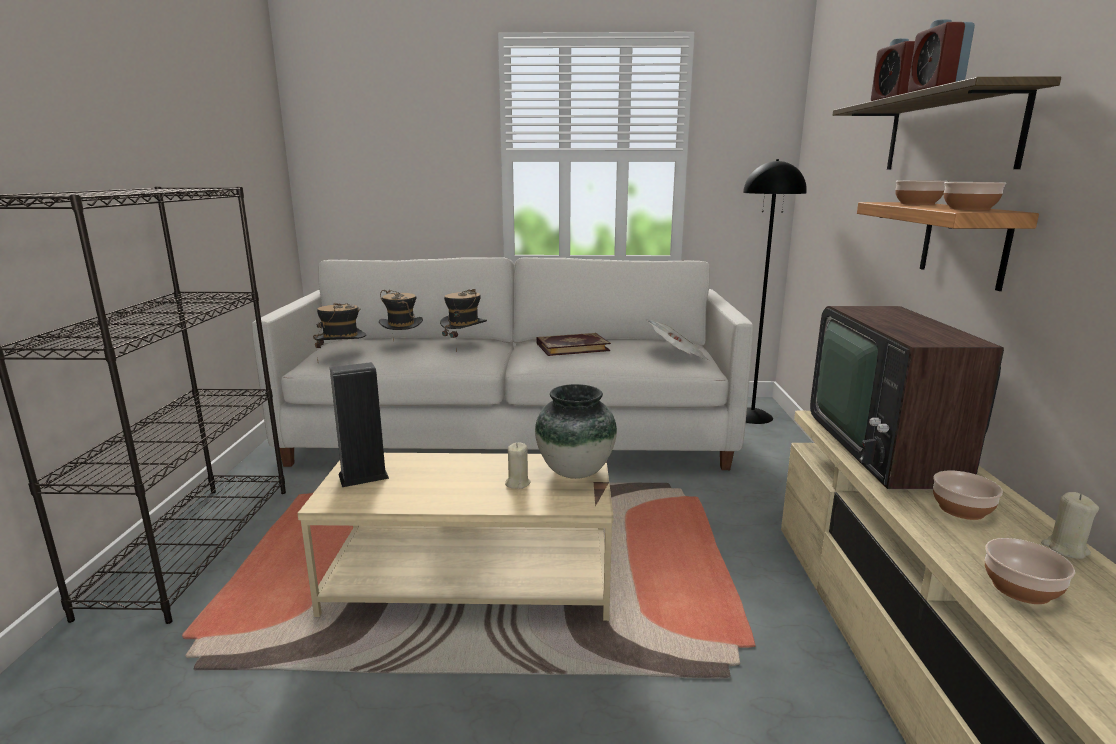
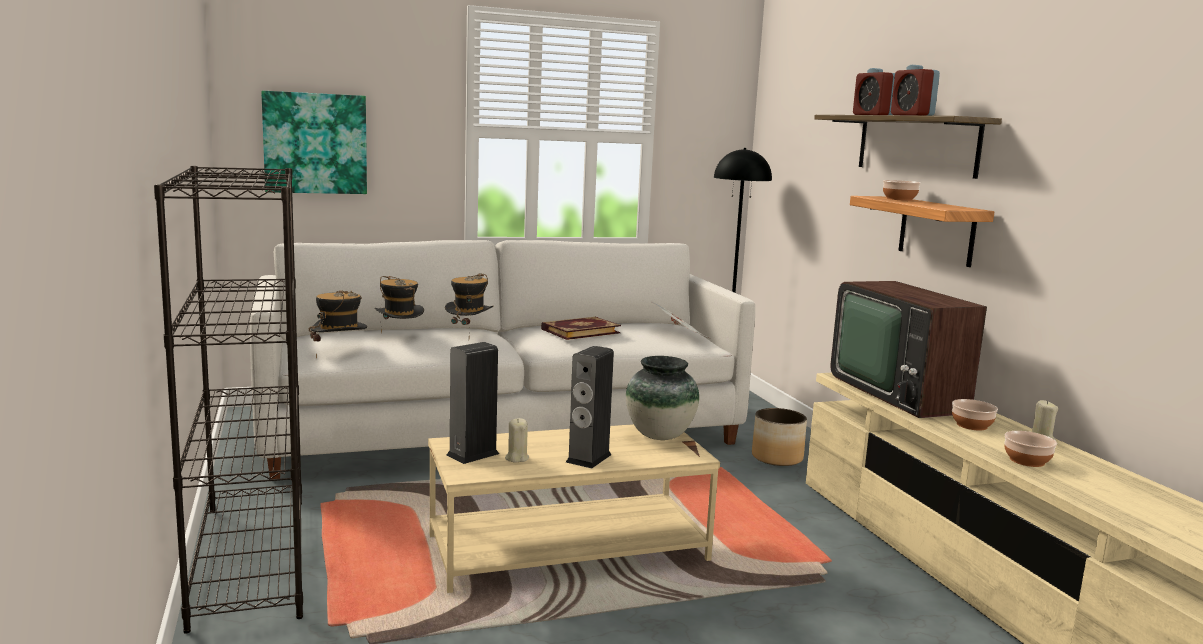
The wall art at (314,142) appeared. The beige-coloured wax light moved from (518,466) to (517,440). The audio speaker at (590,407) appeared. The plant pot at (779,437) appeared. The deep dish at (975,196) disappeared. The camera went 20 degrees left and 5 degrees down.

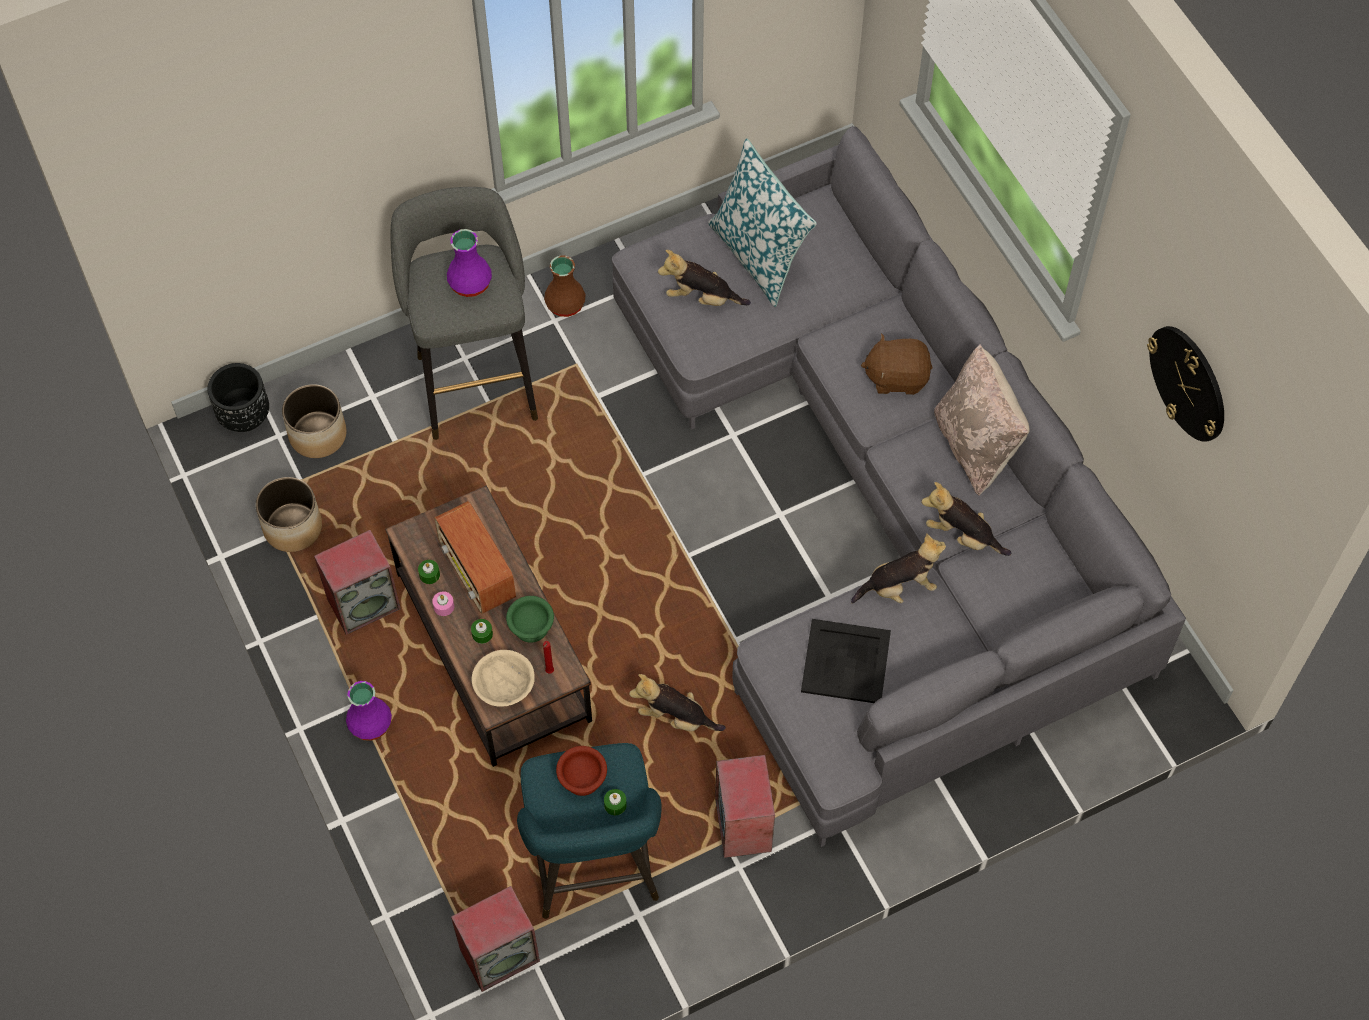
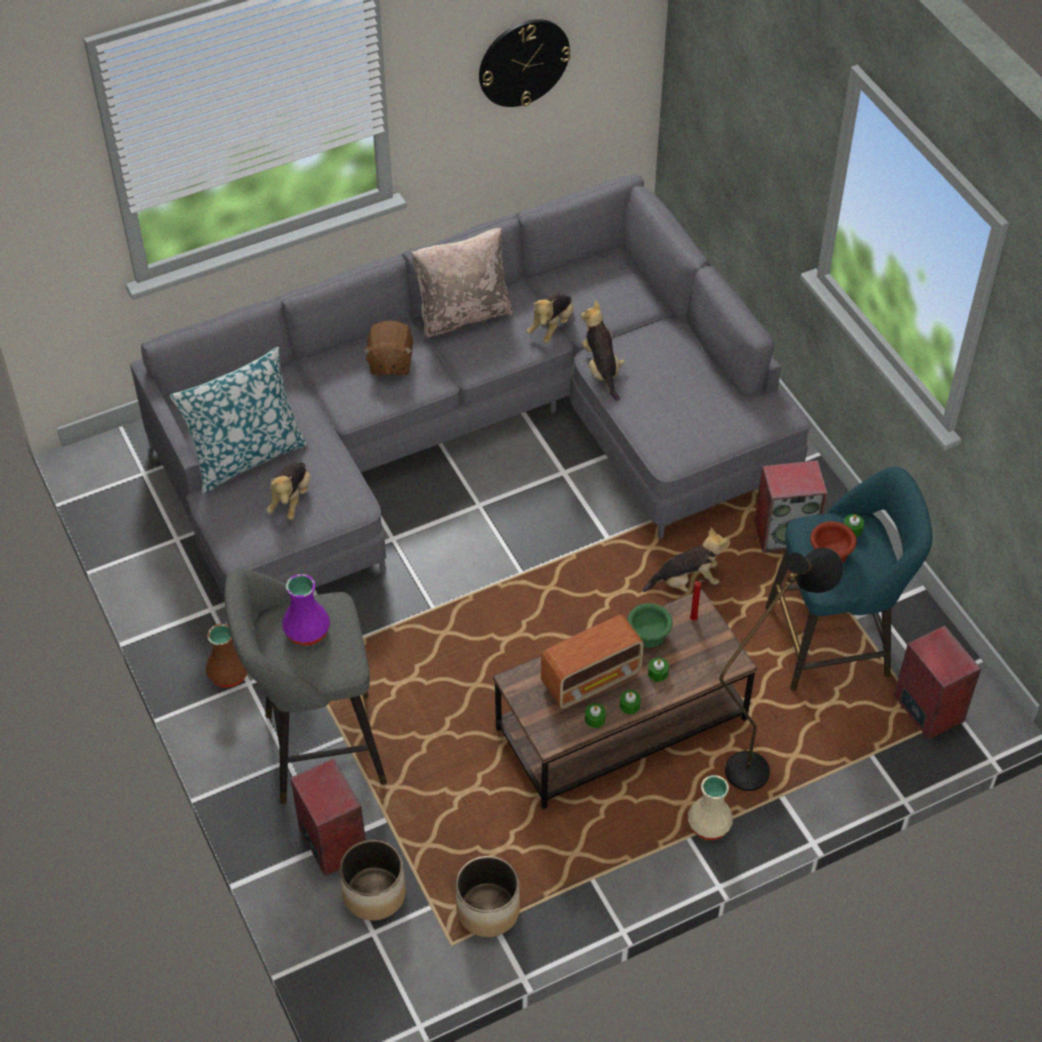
The audio speaker moved from (357,582) to (328,817). The pinkish wax light at (443,603) became the green-coloured wax light at (630,702). The plush toy at (677,703) turned 120 degrees counterclockwise. The purplish flower vase at (369,711) became the beige-coloured flower vase at (710,807). The blackish floor lamp at (781,669) appeared. The blackish plant pot at (238,397) disappeared. The beige-coloured deep dish at (503,678) disappeared. The blackish tray at (846,661) disappeared. The camera went 90 degrees left and 10 degrees down.

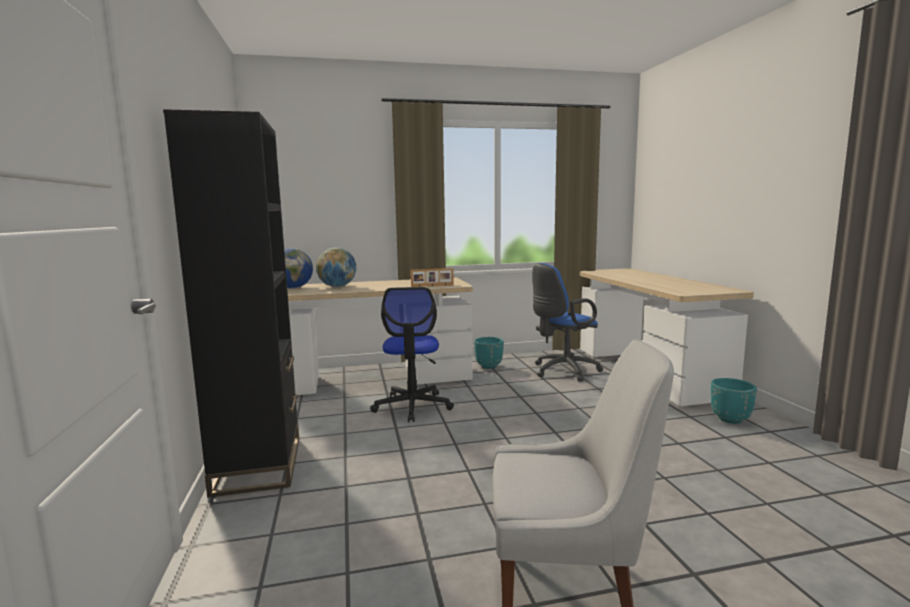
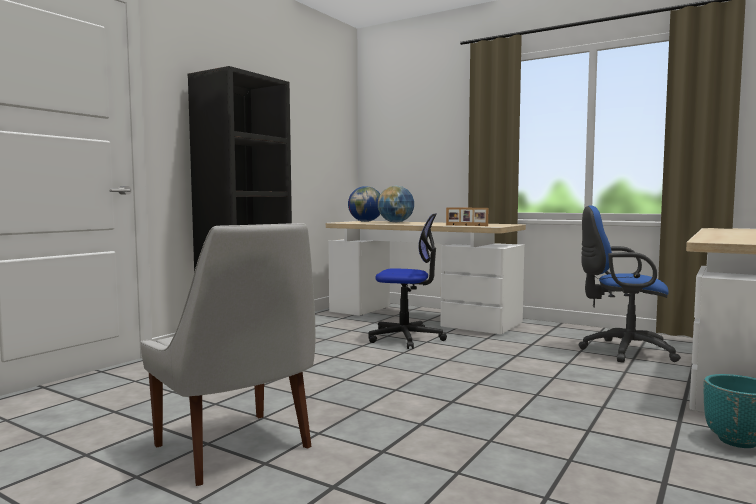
The computer chair at (412,354) turned 120 degrees counterclockwise. The turquoise-coloured plant pot at (489,353) disappeared. The camera went 45 degrees right and 5 degrees down.

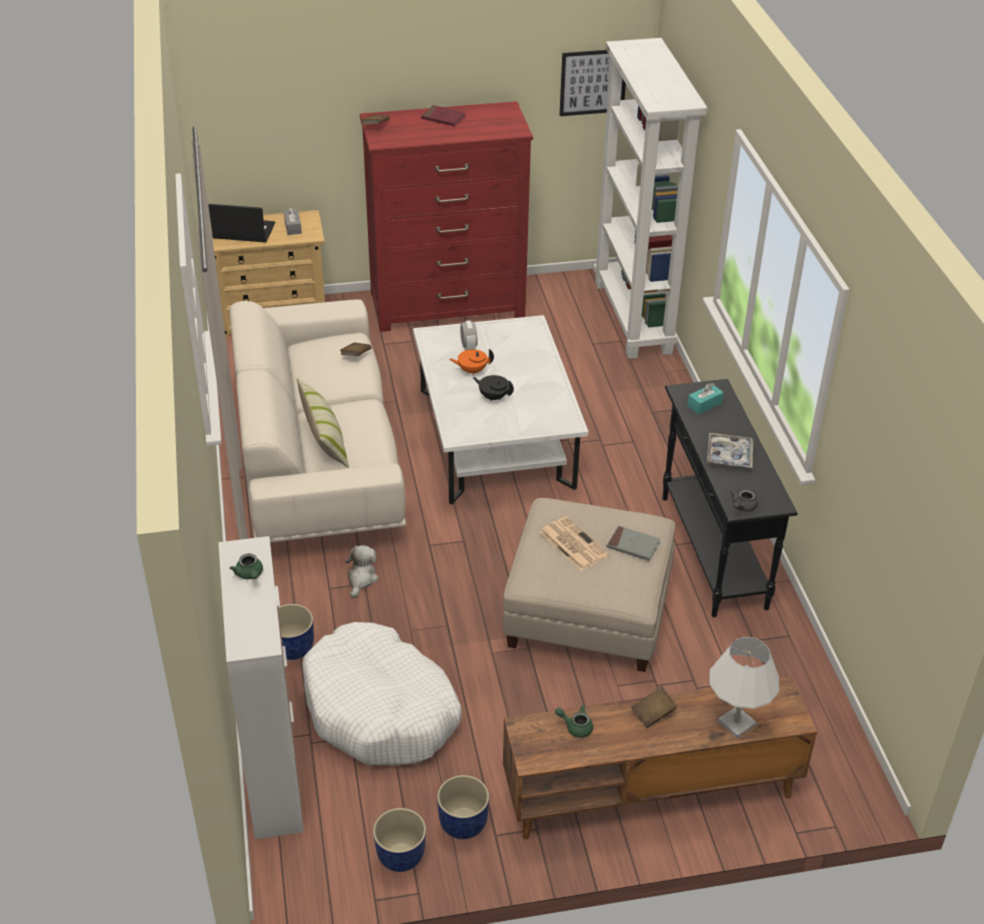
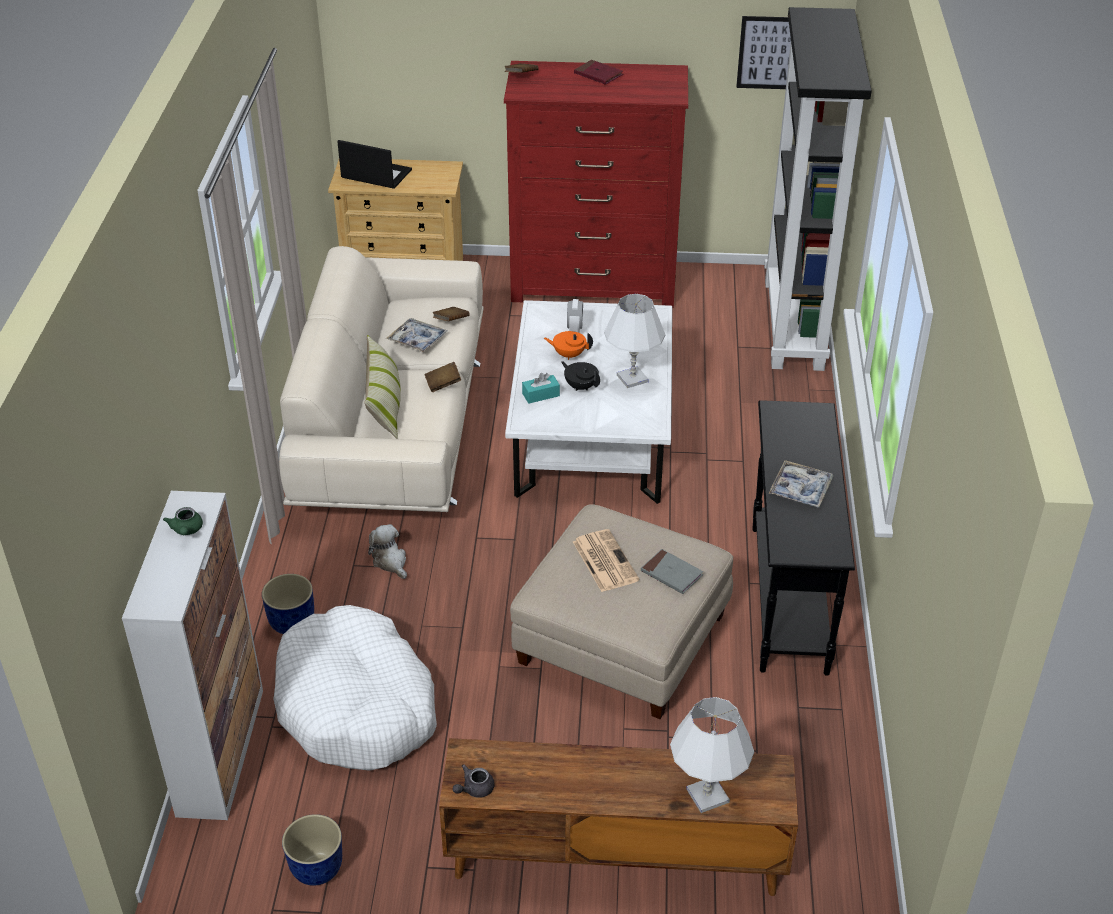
The plush toy at (361,571) turned 60 degrees counterclockwise. The tray at (416,335) appeared. The brown-coloured volume moved from (654,707) to (442,377). The grey tea pot moved from (744,501) to (474,781). The turquoise-coloured tissue holder moved from (705,398) to (541,388). The white table lamp at (634,341) appeared. The white shelving unit at (650,198) became the blackish shelving unit at (818,189). The grey tissue holder at (293,221) disappeared. The blue plant pot at (463,807) disappeared. The green-coloured tea pot at (574,721) disappeared. The camera went 15 degrees right and 0 degrees up.

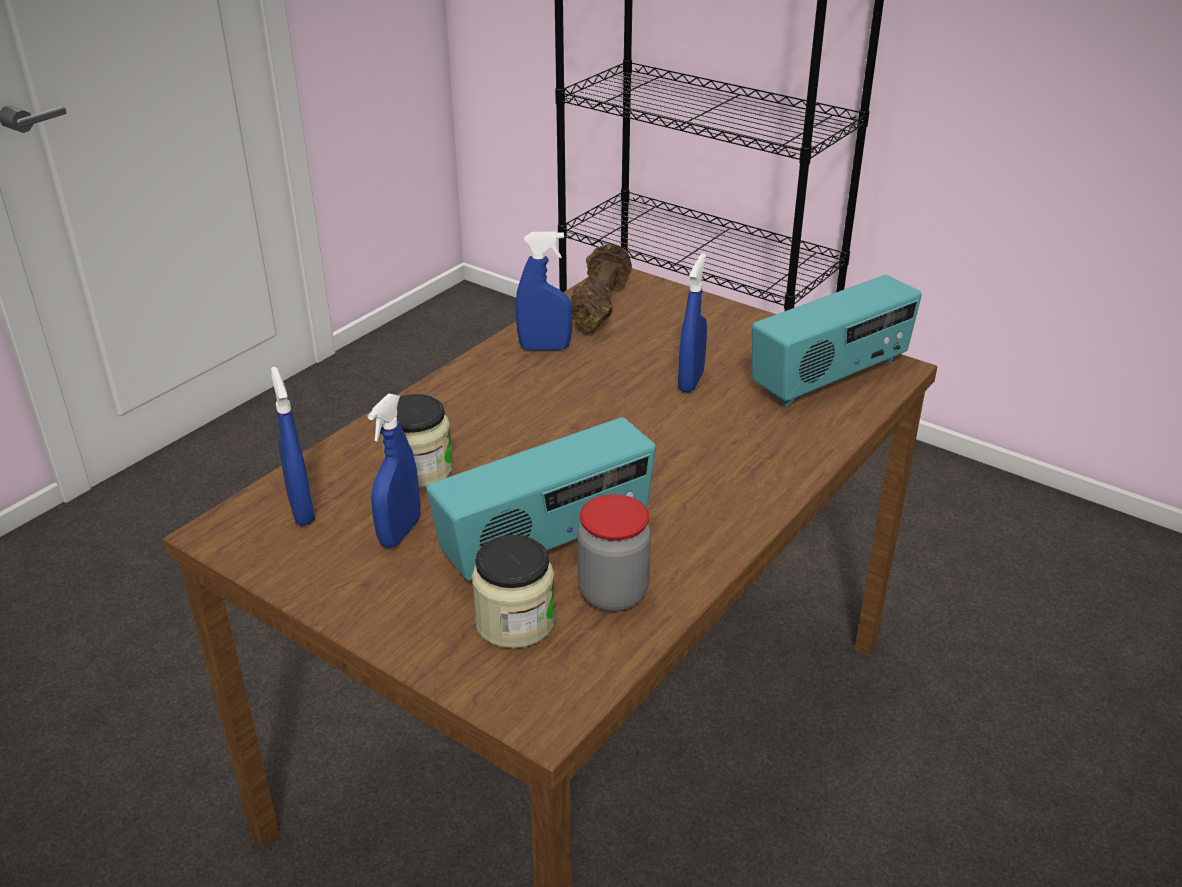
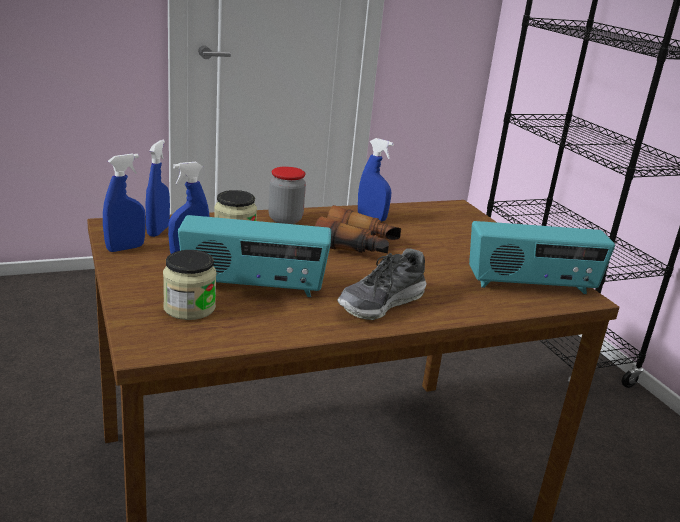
The blue sprayer moved from (692,323) to (124,202). The jar moved from (614,552) to (287,195). The pair of binoculars at (358,229) appeared. The shoe at (382,284) appeared. The brown-coloured free weight at (601,288) disappeared. The camera went 30 degrees right and 10 degrees down.

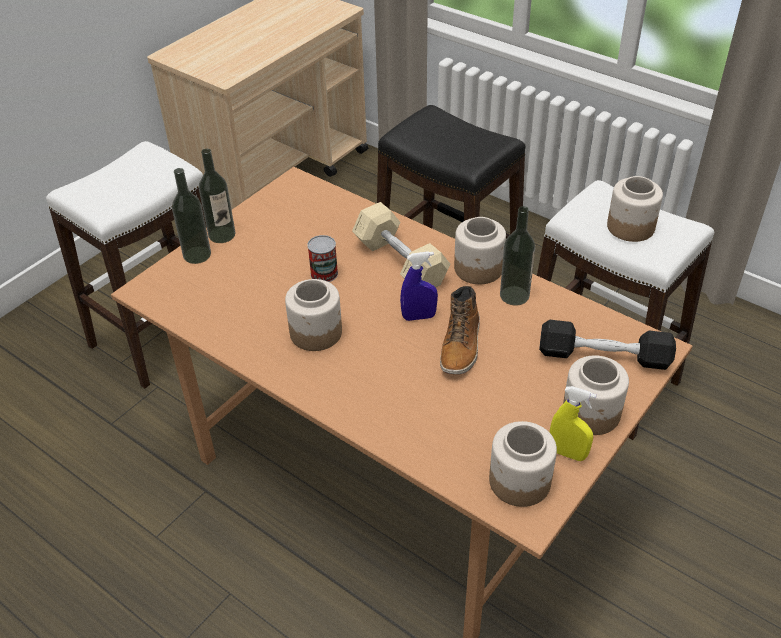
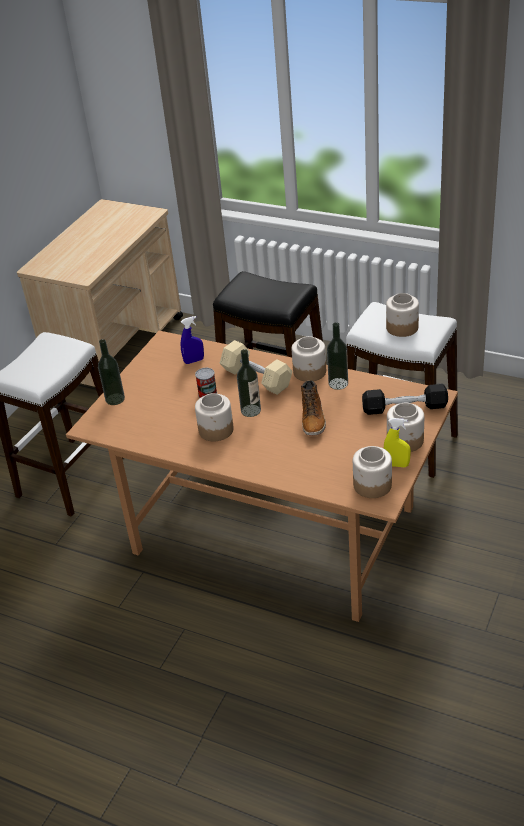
The blue sprayer moved from (419,286) to (192,340). The beverage bottle moved from (217,196) to (249,383). The camera went 10 degrees left and 5 degrees down.

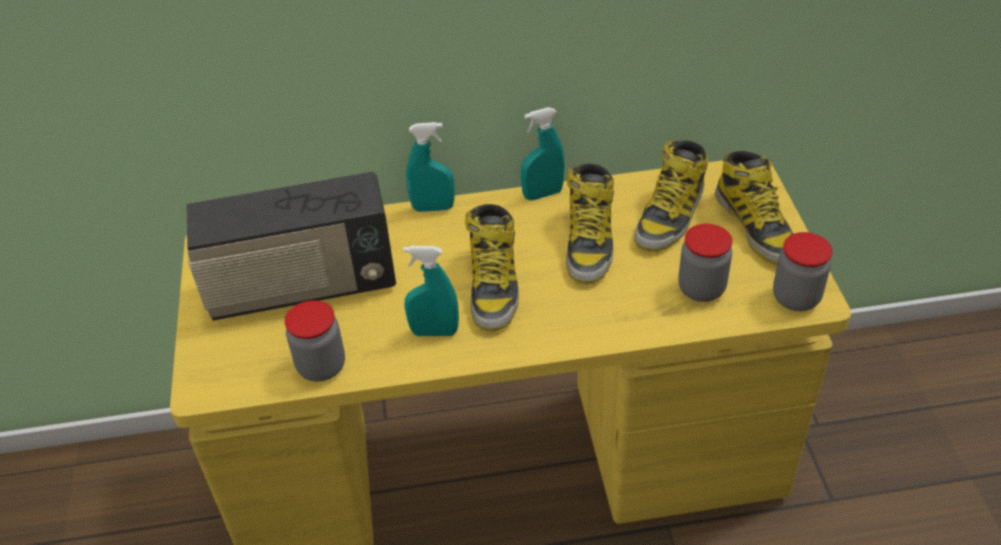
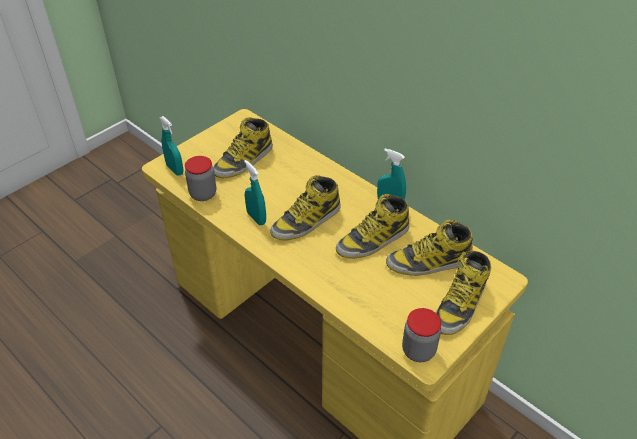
The turquoise-coloured sprayer moved from (430,167) to (171,145). The radio at (291,246) was replaced by the high-top boot at (243,147). The jar at (705,263) disappeared. The camera went 50 degrees right and 0 degrees up.

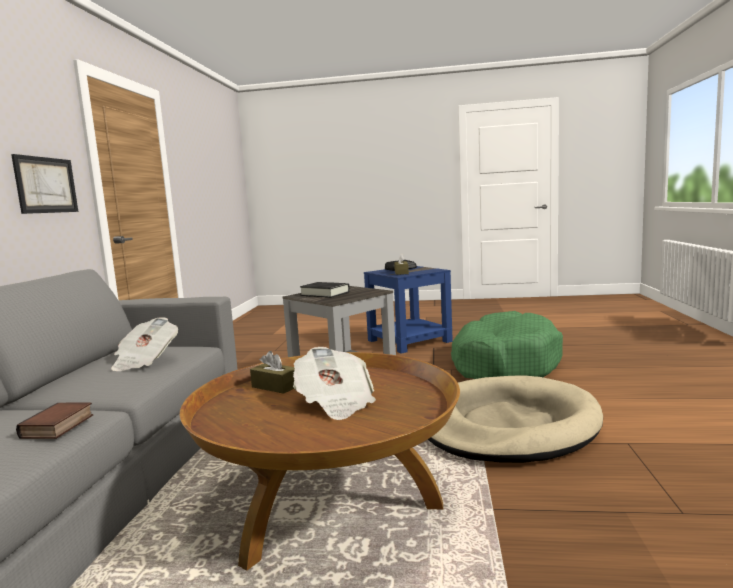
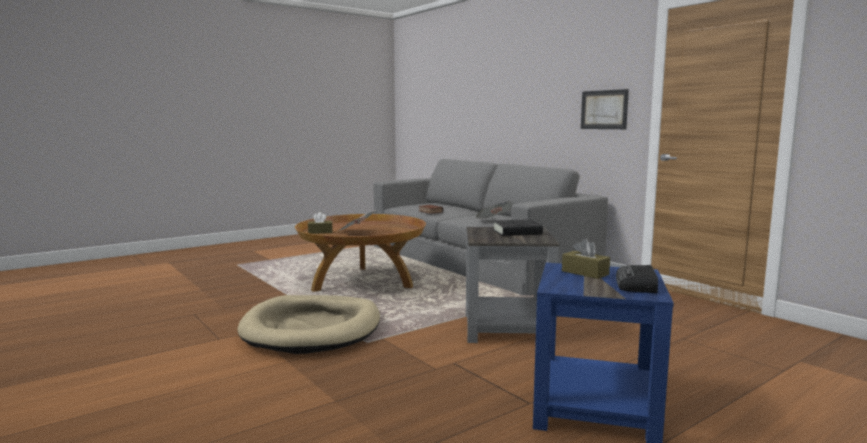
The brown-coloured tissue holder moved from (272,372) to (320,223). The green-coloured pet bed at (507,345) disappeared. The camera went 135 degrees right and 0 degrees up.

